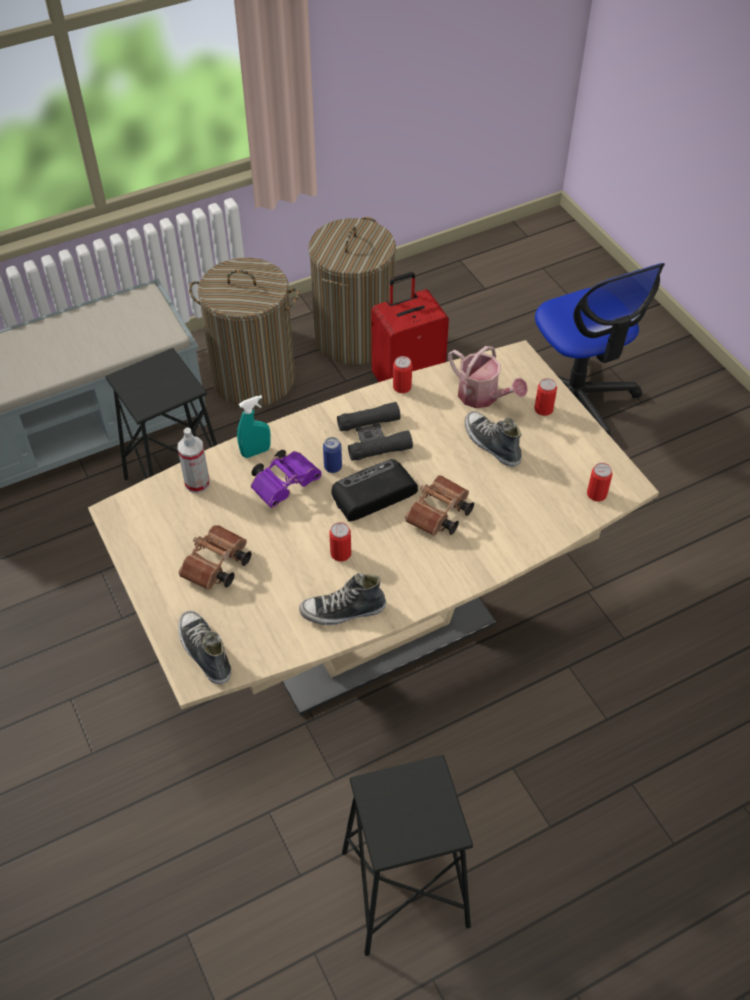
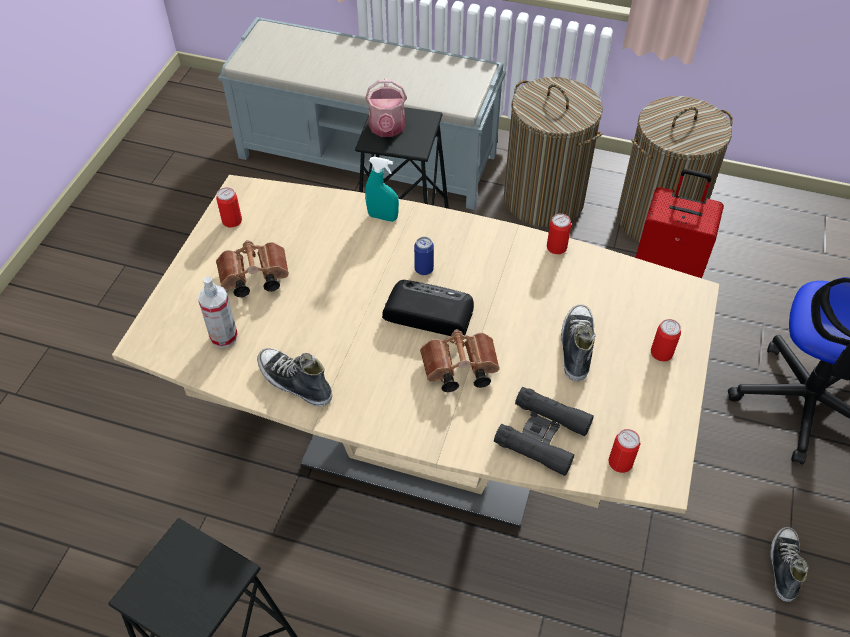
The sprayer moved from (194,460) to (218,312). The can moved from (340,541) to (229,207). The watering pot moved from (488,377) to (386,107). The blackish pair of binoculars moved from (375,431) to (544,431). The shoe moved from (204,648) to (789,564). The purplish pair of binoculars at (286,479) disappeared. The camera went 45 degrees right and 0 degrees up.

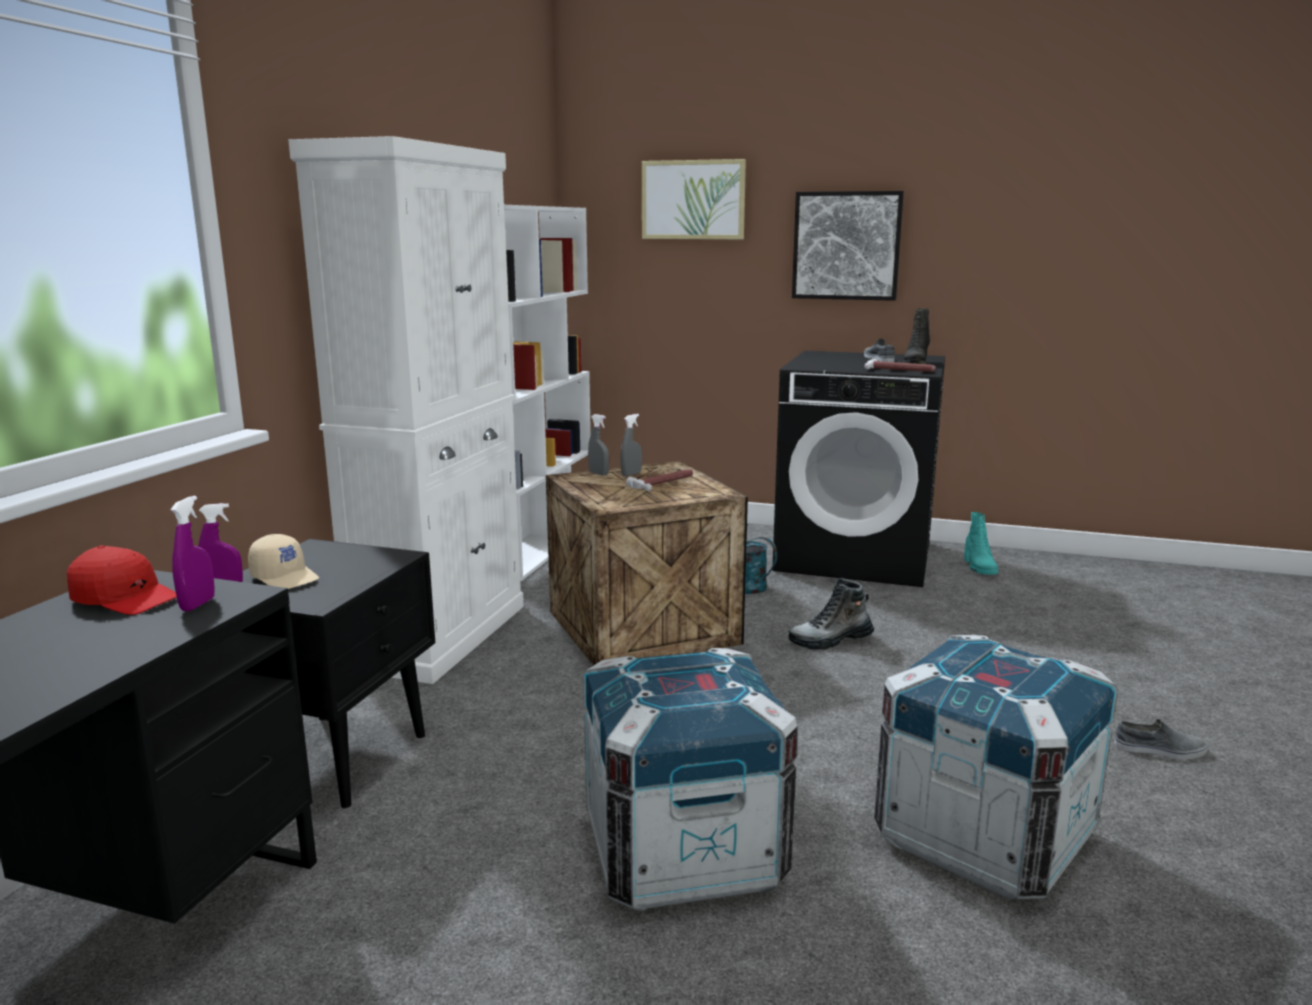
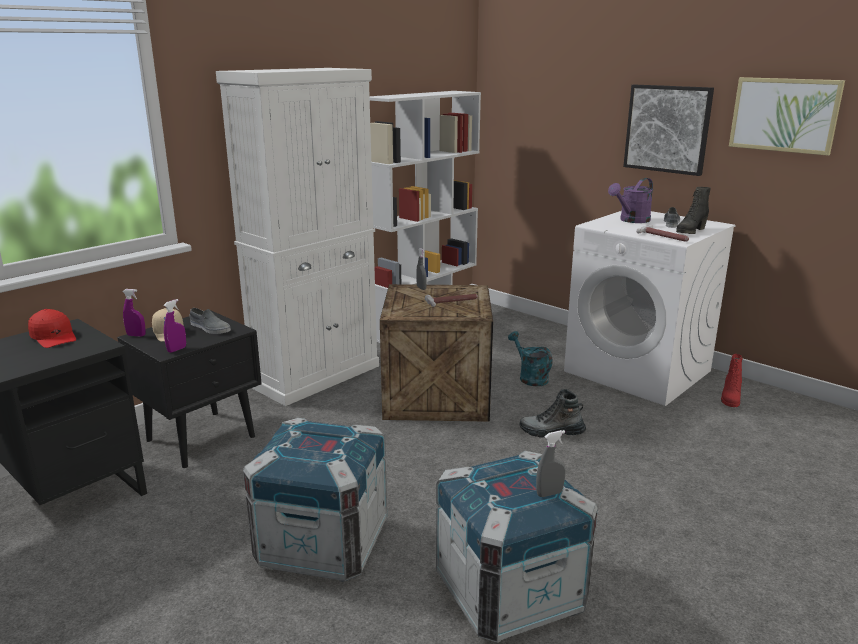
The purplish sprayer moved from (192,553) to (174,326). The grey shoe moved from (1161,739) to (210,321). The grey sprayer moved from (631,445) to (551,463). The blackish laundry appliance at (858,469) became the white laundry appliance at (650,308). The purplish watering pot at (630,200) appeared. The turquoise-coloured high-top boot at (981,543) became the red-coloured high-top boot at (732,380). The wall art moved from (694,199) to (787,116). The camera went 25 degrees right and 5 degrees up.

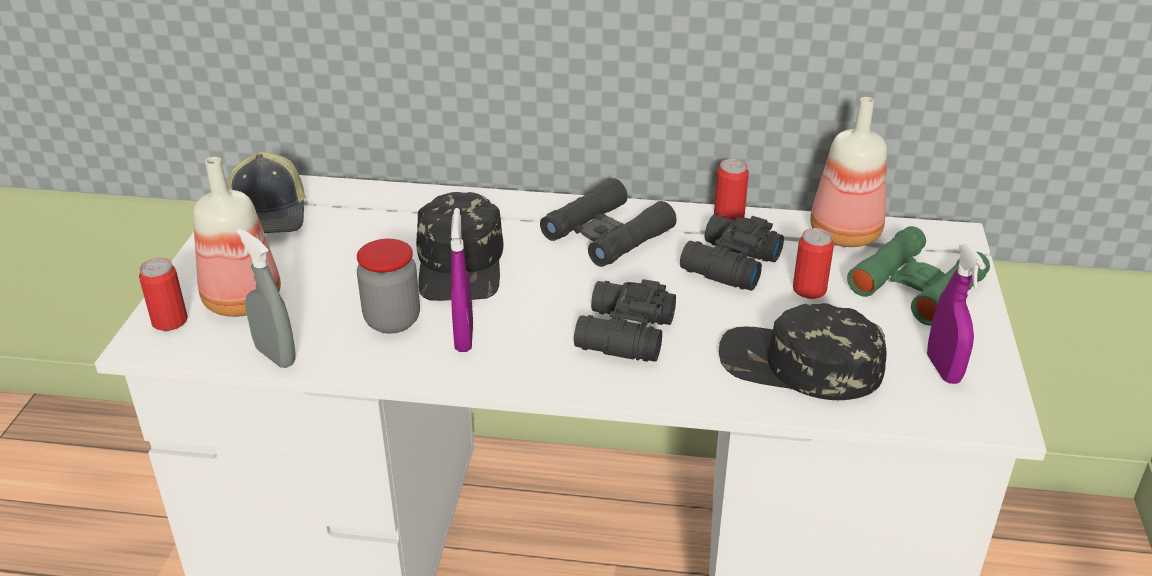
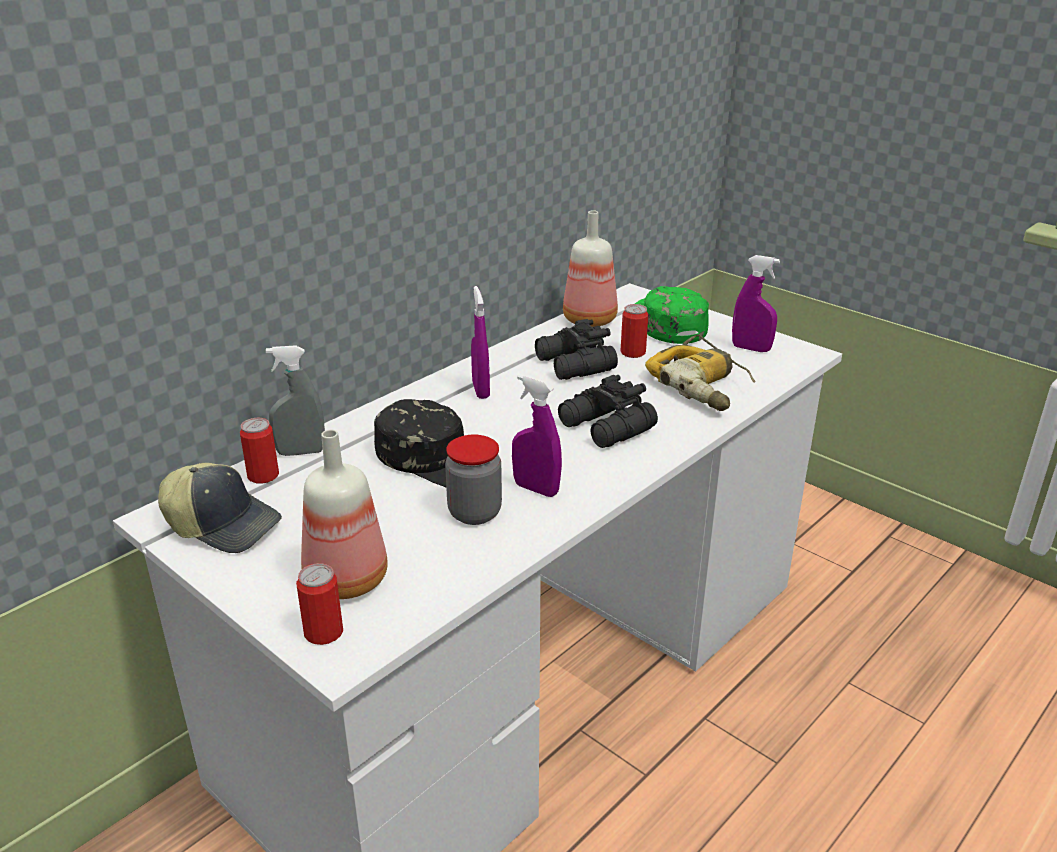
The can moved from (731,189) to (259,451). The grey sprayer moved from (266,298) to (295,400). The blackish pair of binoculars at (608,222) was replaced by the purplish sprayer at (480,342). The green-coloured pair of binoculars at (918,275) was replaced by the green-coloured cap at (672,315). The blackish cap at (802,351) was replaced by the electric drill at (700,372). The camera went 55 degrees left and 5 degrees down.

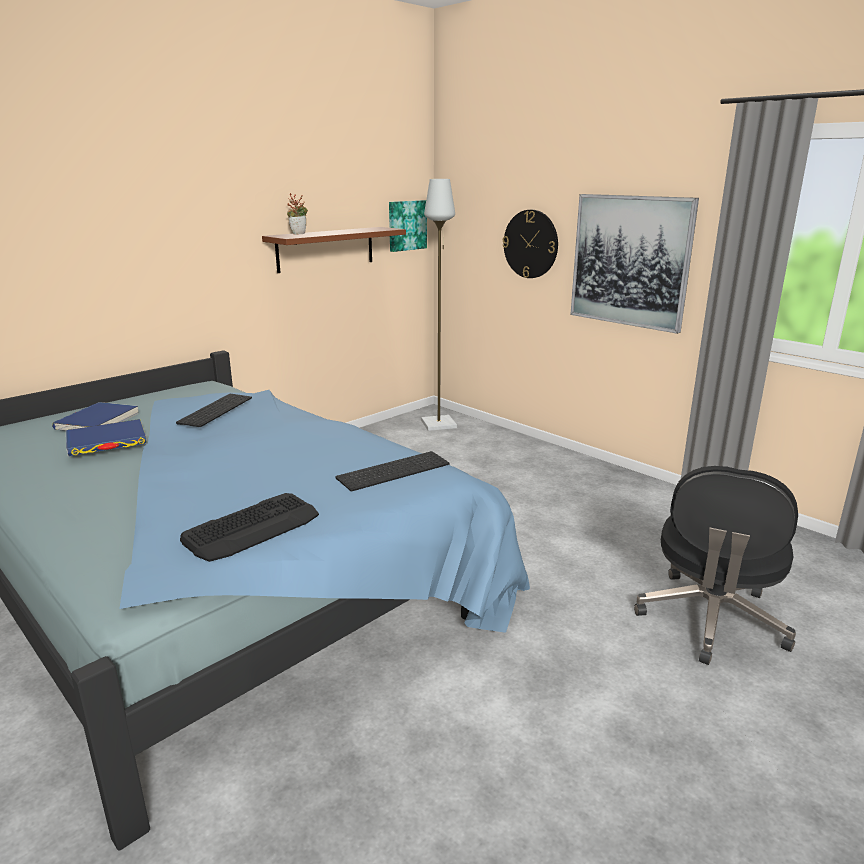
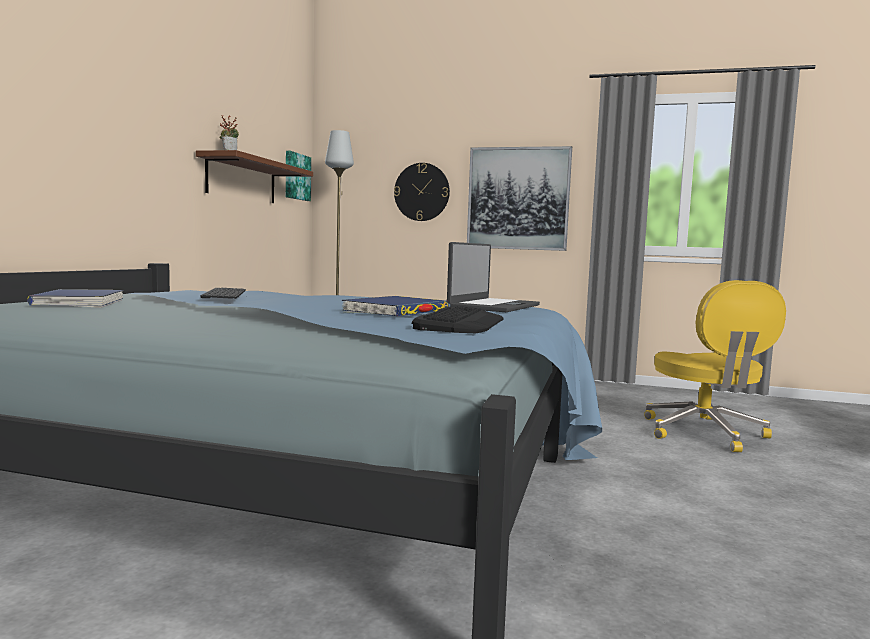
The blue volume moved from (106,437) to (395,306). The PC keyboard at (392,471) was replaced by the portable computer at (493,277). The blackish computer chair at (716,565) became the yellowish computer chair at (715,366). The camera went 30 degrees left and 15 degrees down.

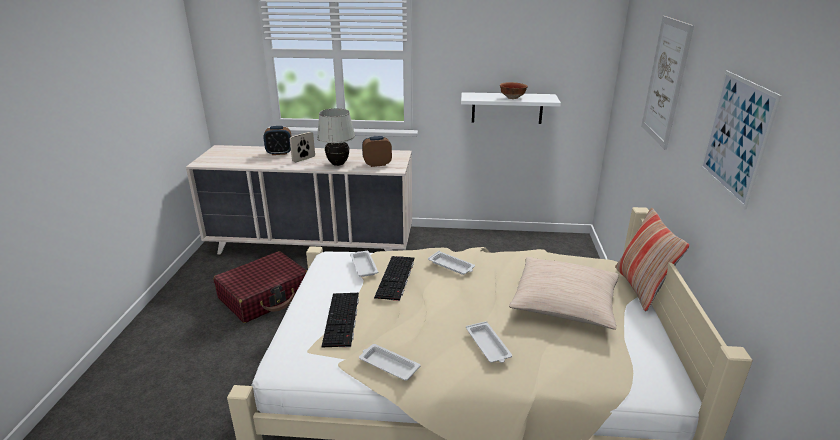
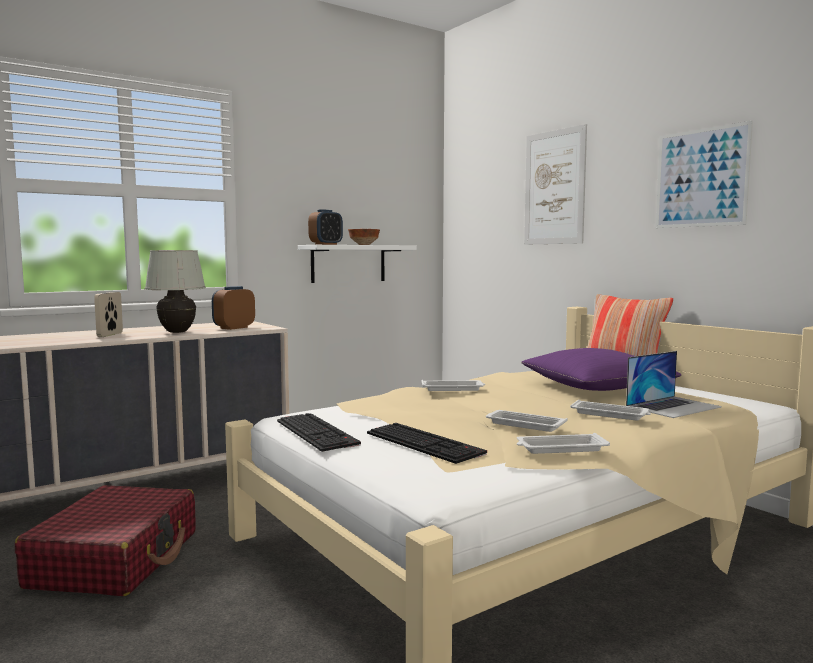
The PC keyboard moved from (394,278) to (319,432). The bedside clock moved from (277,140) to (325,227). The white tray moved from (364,264) to (527,421). The beige-coloured pillow at (564,293) became the purplish pillow at (601,369). The portable computer at (674,384) appeared. The camera went 40 degrees left and 20 degrees down.

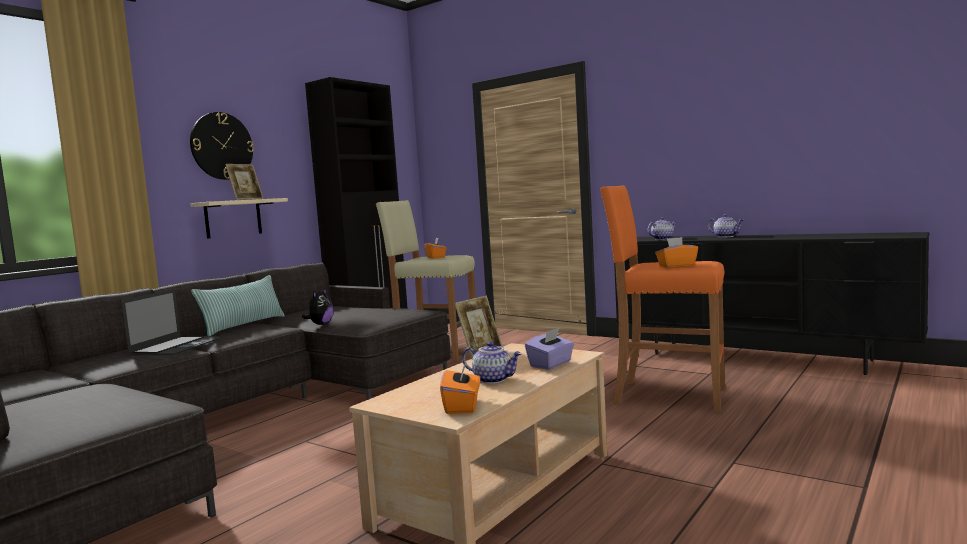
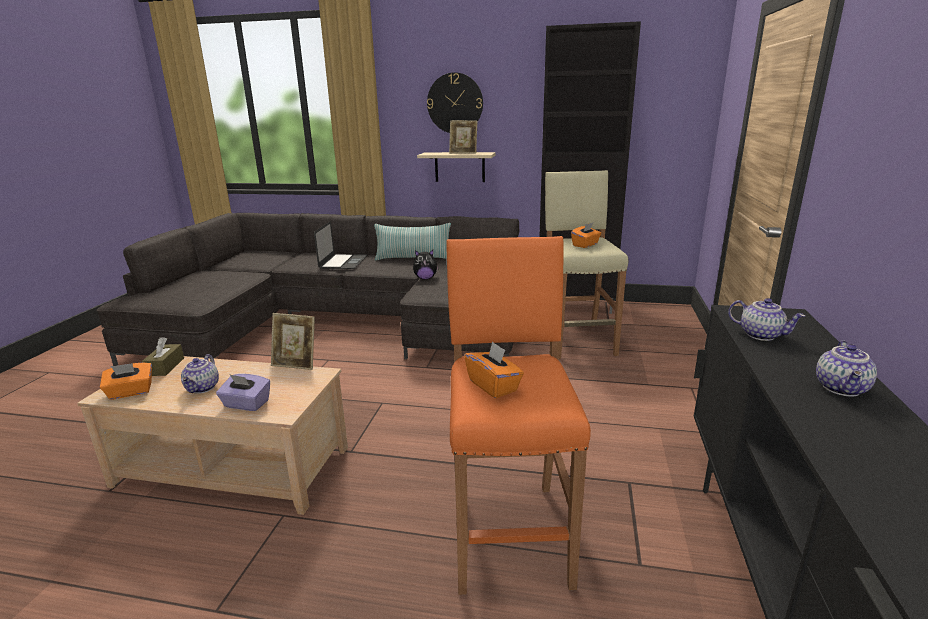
The brown-coloured tissue holder at (163,356) appeared. The portable computer at (171,322) turned 75 degrees counterclockwise. The camera went 65 degrees right and 15 degrees up.

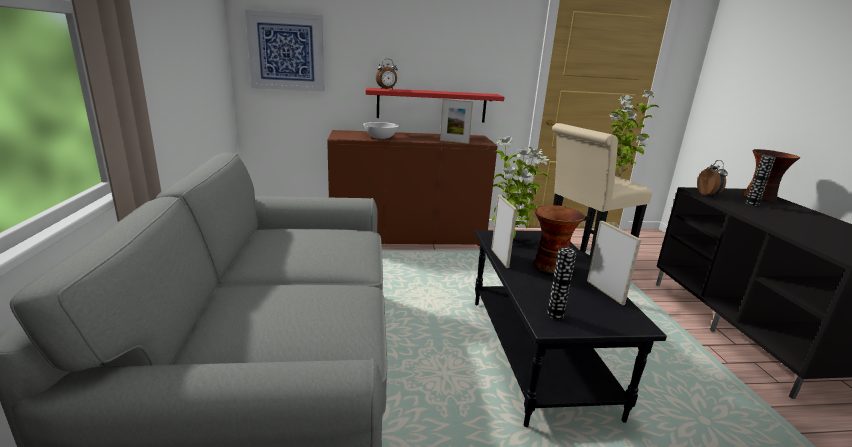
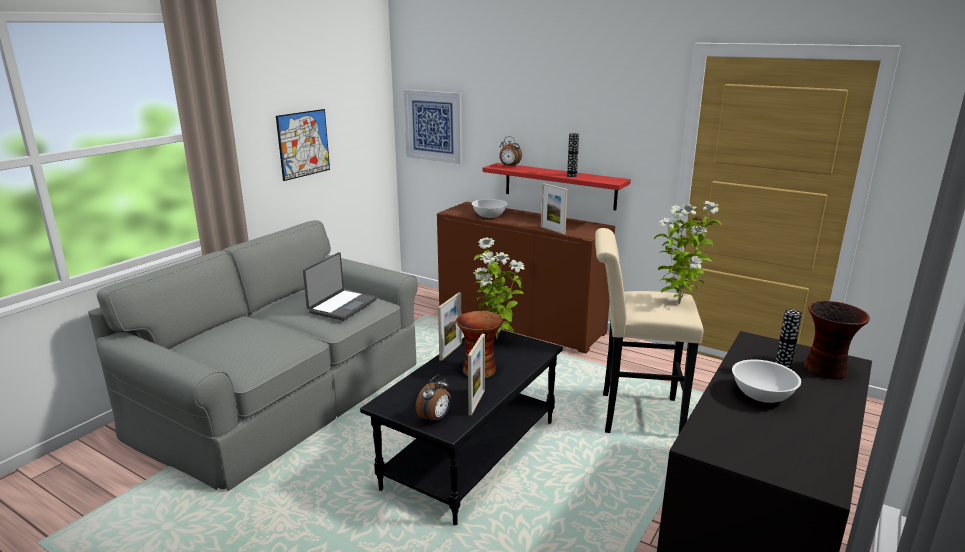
The wall art at (303,145) appeared. The portable computer at (340,286) appeared. The bedside clock moved from (712,178) to (433,399). The flower vase moved from (562,283) to (573,155). The white deep dish at (766,381) appeared. The camera went 40 degrees right and 0 degrees up.

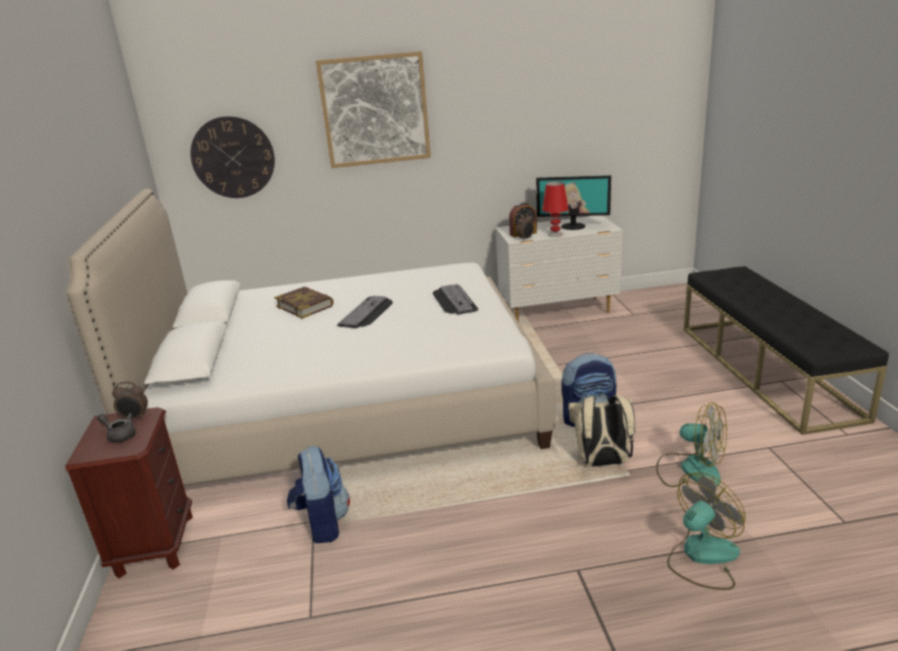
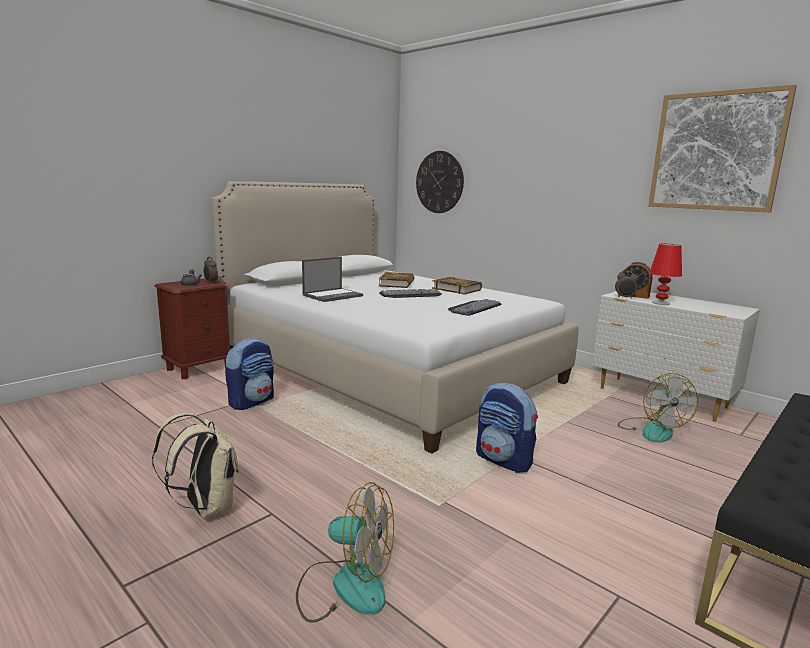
The beige-coloured knapsack moved from (601,431) to (195,465). The portable computer at (332,279) appeared. The volume at (457,286) appeared. The cooling fan moved from (691,444) to (658,408). The wall art moved from (373,109) to (722,148). The monitor at (573,202) disappeared. The camera went 50 degrees right and 10 degrees down.

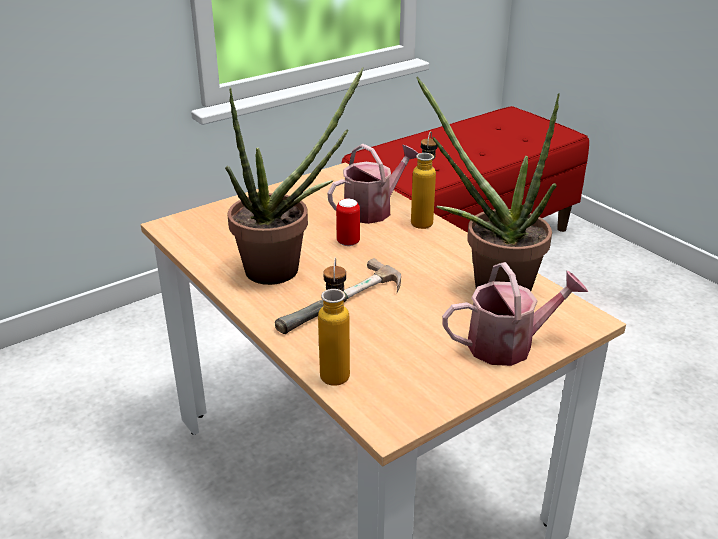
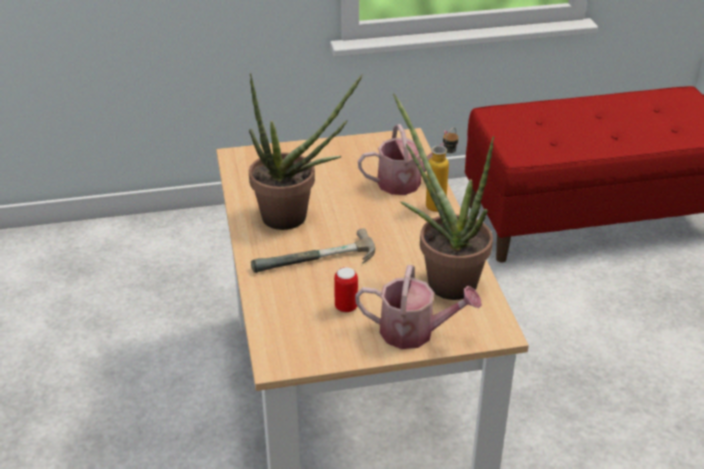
The can moved from (348,222) to (346,290). The beverage bottle at (334,322) disappeared. The camera went 25 degrees right and 5 degrees up.

